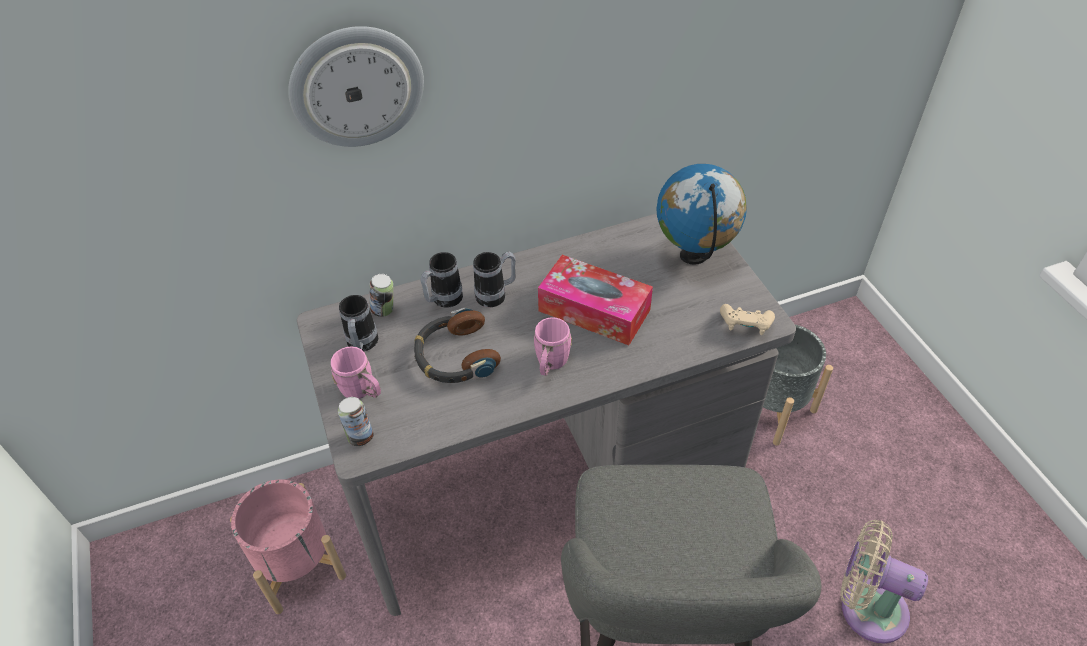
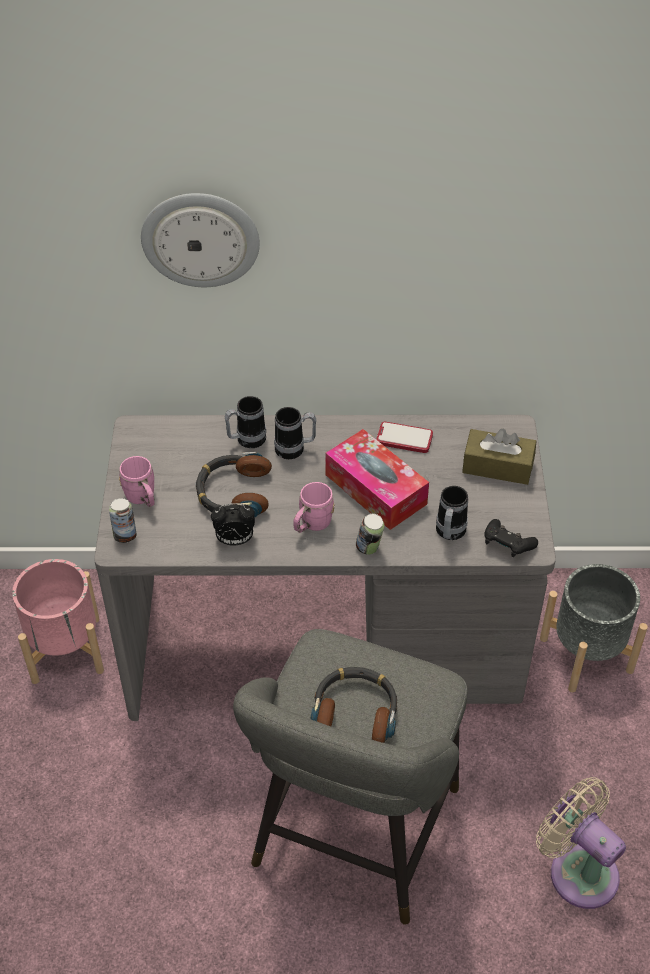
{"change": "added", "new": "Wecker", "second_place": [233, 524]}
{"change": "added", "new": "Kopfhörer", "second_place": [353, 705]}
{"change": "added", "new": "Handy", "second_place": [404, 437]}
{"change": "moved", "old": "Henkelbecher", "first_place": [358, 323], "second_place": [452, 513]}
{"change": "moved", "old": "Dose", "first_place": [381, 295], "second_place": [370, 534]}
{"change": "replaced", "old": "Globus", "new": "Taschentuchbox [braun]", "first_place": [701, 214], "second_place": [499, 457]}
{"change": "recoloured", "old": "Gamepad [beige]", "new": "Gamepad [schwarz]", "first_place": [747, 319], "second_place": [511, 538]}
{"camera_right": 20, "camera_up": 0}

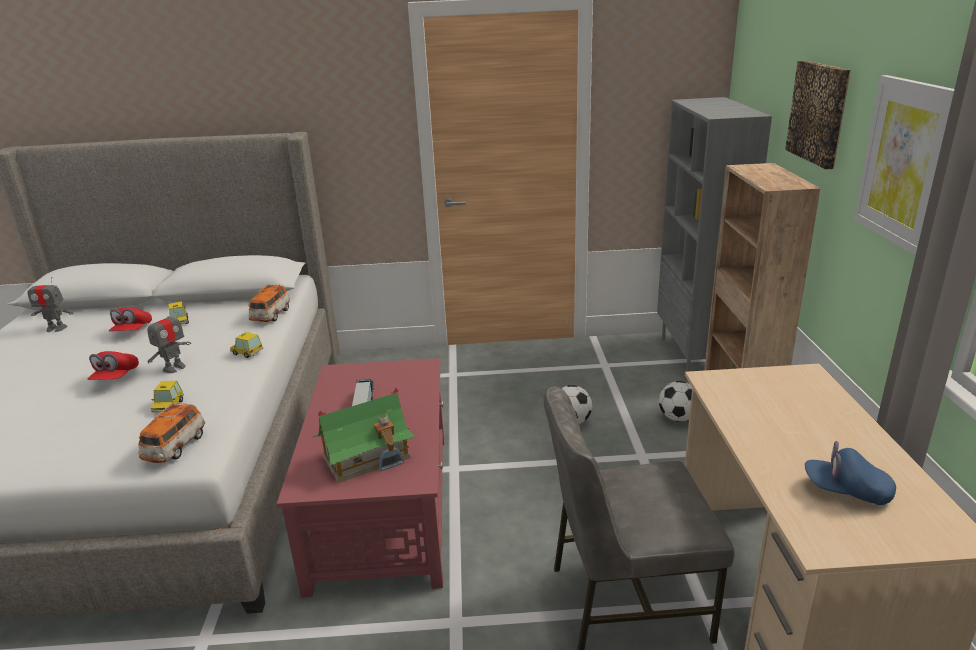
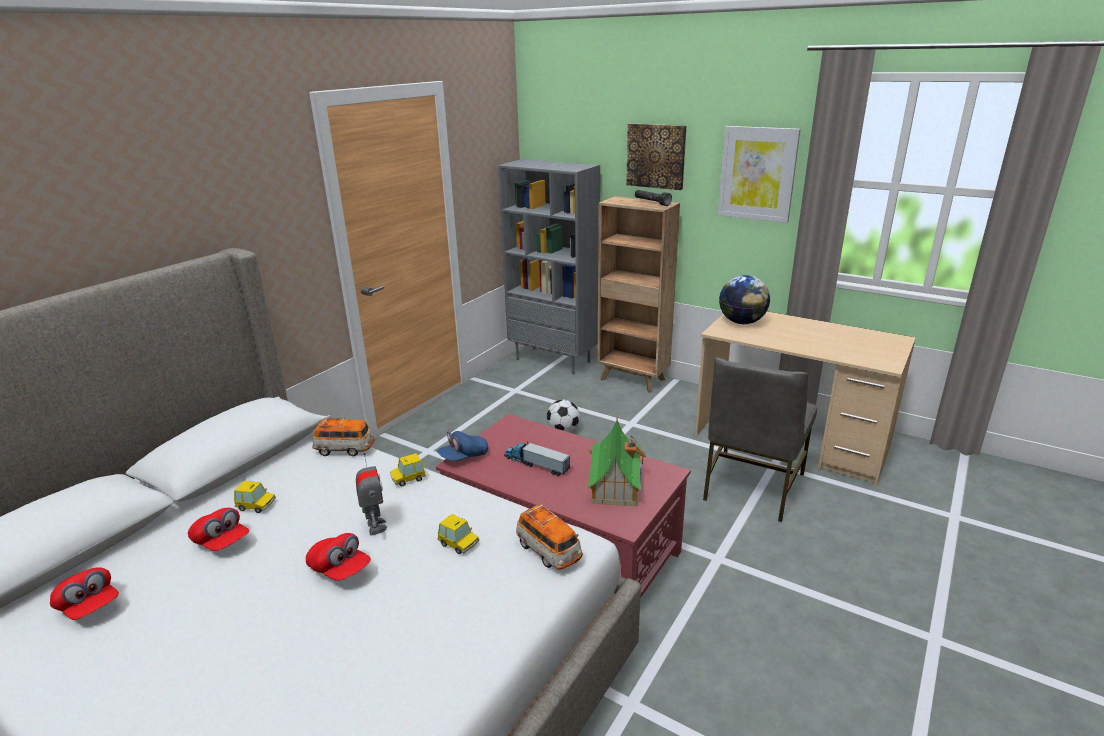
{"change": "removed", "old": "Fußball", "first_place": [675, 401]}
{"change": "added", "new": "Taschenlampe [schwarz]", "second_place": [653, 198]}
{"change": "added", "new": "Globus", "second_place": [744, 299]}
{"change": "moved", "old": "Kappe [blau]", "first_place": [850, 473], "second_place": [462, 446]}
{"change": "replaced", "old": "Spielzeugroboter", "new": "Kappe [rot]", "first_place": [48, 304], "second_place": [84, 593]}
{"change": "turned", "old": "Spielzeugauto", "first_place": [269, 303], "second_place": [343, 437], "degrees": -45}
{"camera_right": -55, "camera_up": 0}

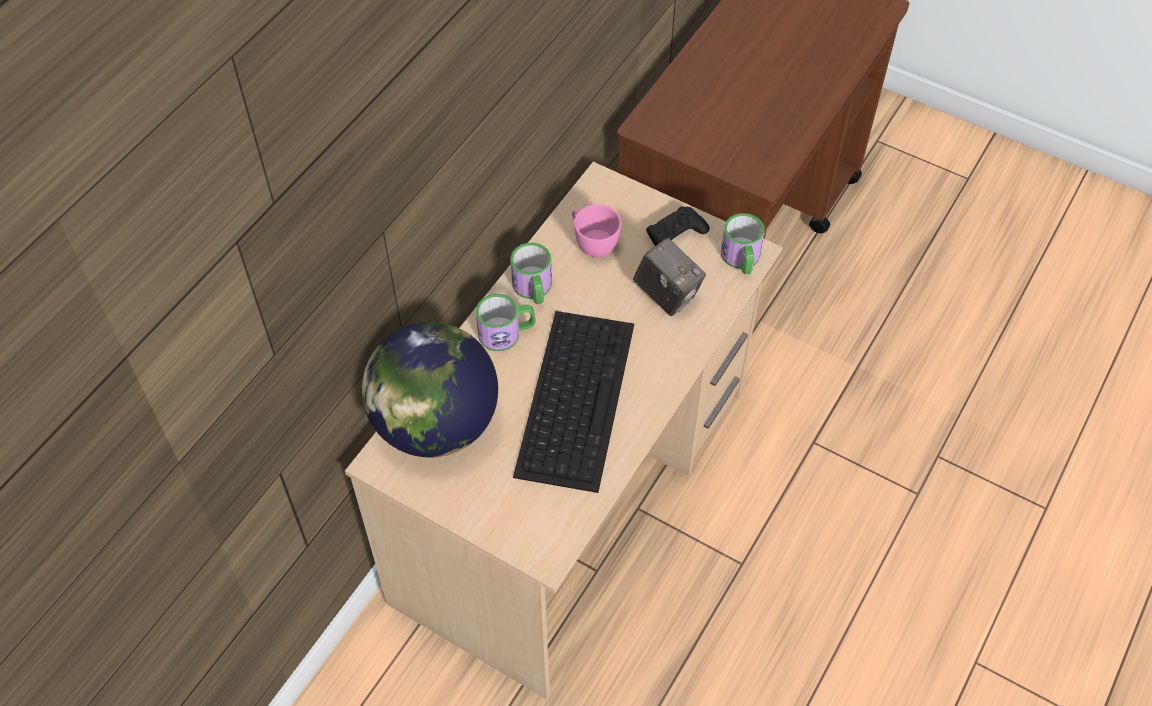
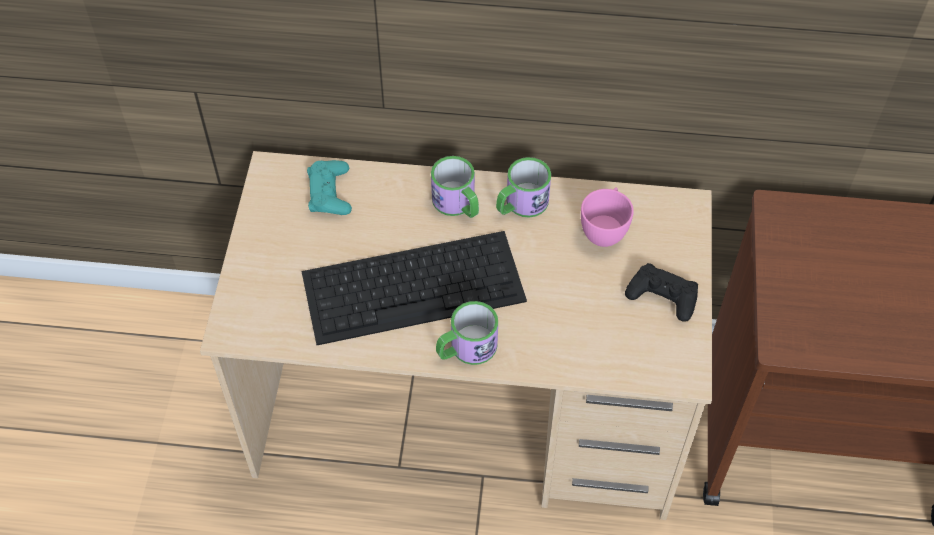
{"change": "removed", "old": "Kamera", "first_place": [669, 277]}
{"change": "moved", "old": "Henkelbecher", "first_place": [743, 243], "second_place": [467, 333]}
{"change": "replaced", "old": "Globus", "new": "Gamepad [türkis]", "first_place": [430, 389], "second_place": [329, 187]}
{"camera_right": 65, "camera_up": 0}

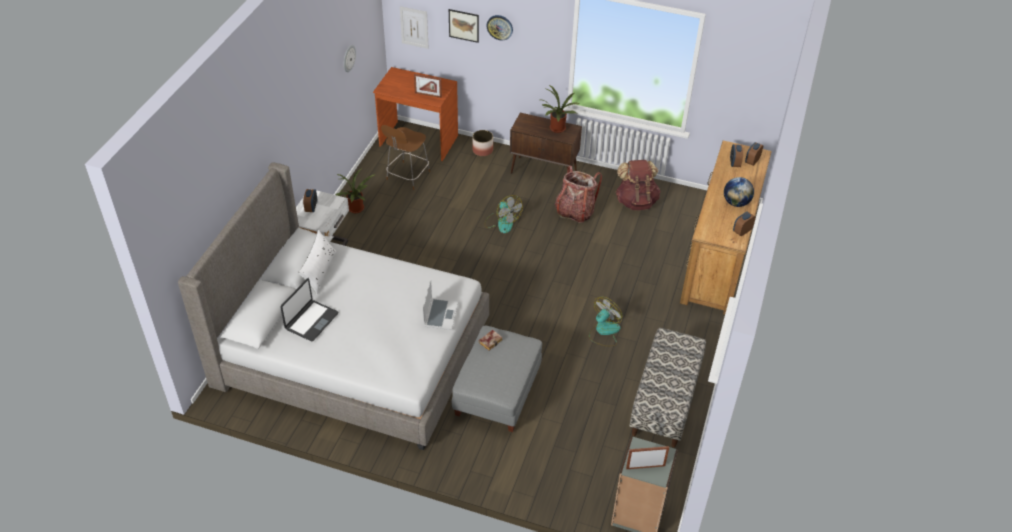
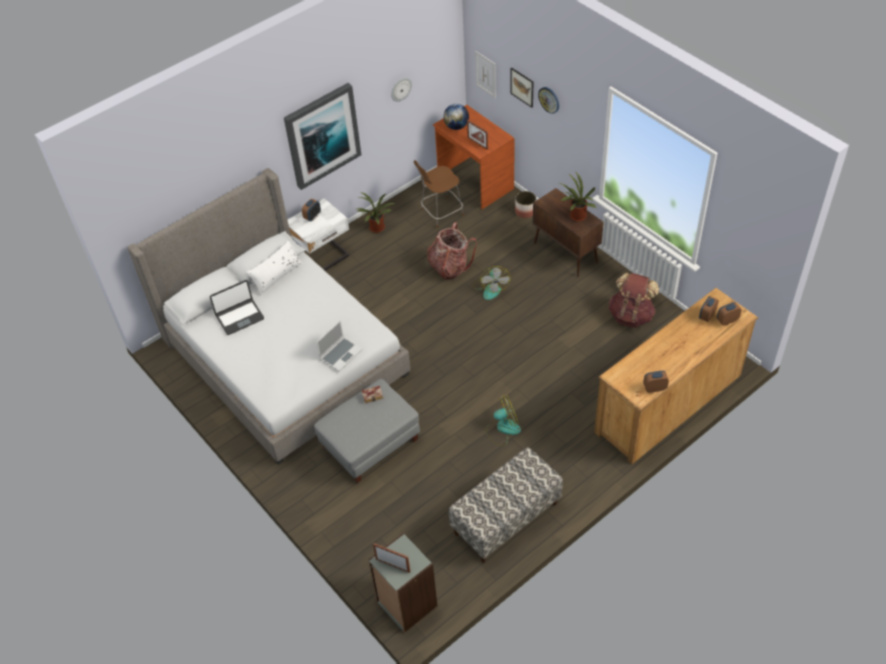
{"change": "added", "new": "Bild", "second_place": [322, 136]}
{"change": "moved", "old": "Rucksack", "first_place": [578, 194], "second_place": [452, 251]}
{"change": "moved", "old": "Globus", "first_place": [739, 192], "second_place": [456, 117]}
{"camera_right": 35, "camera_up": 5}

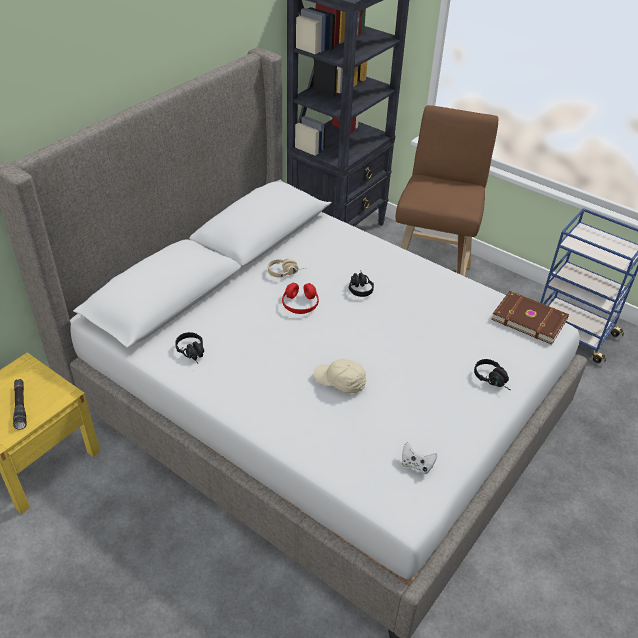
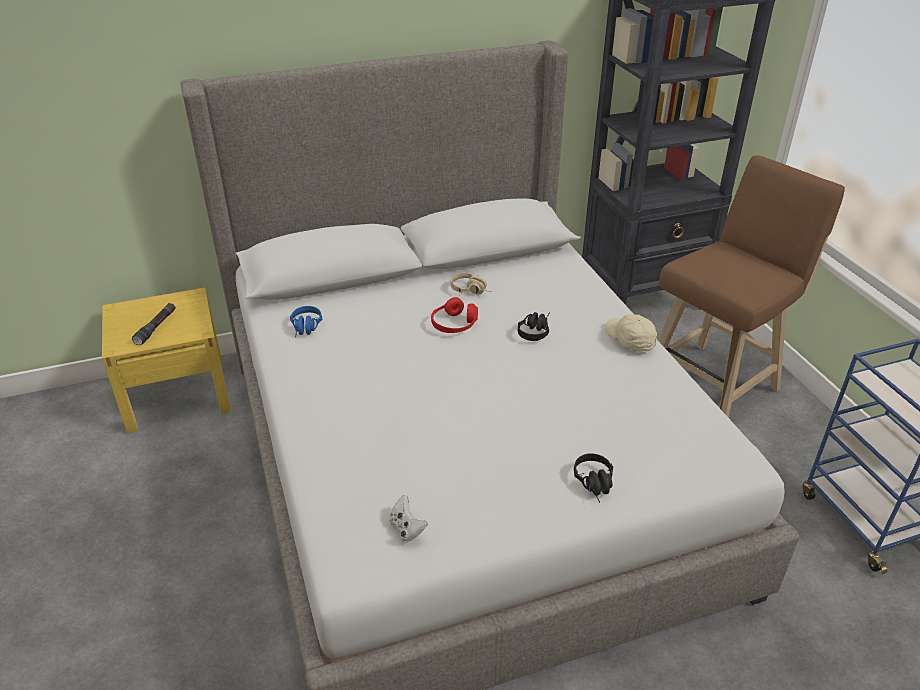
{"change": "removed", "old": "Buch [braun]", "first_place": [530, 318]}
{"change": "moved", "old": "Kappe [beige]", "first_place": [340, 375], "second_place": [631, 333]}
{"change": "recoloured", "old": "Kopfhörer [schwarz]", "new": "Kopfhörer [blau]", "first_place": [189, 347], "second_place": [306, 322]}
{"camera_right": 35, "camera_up": -5}

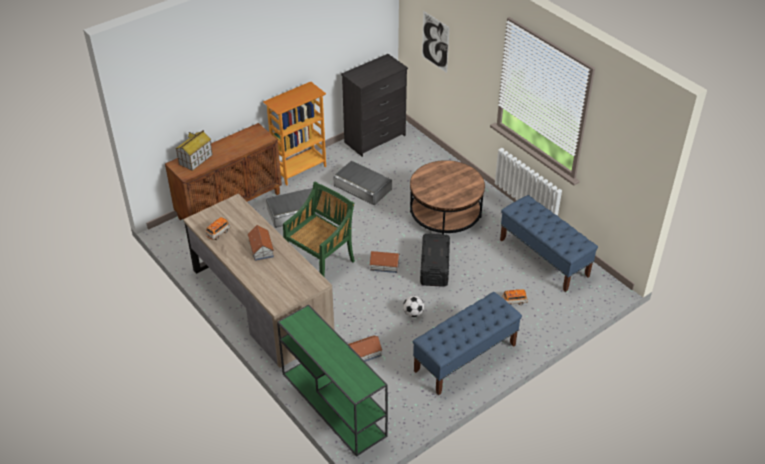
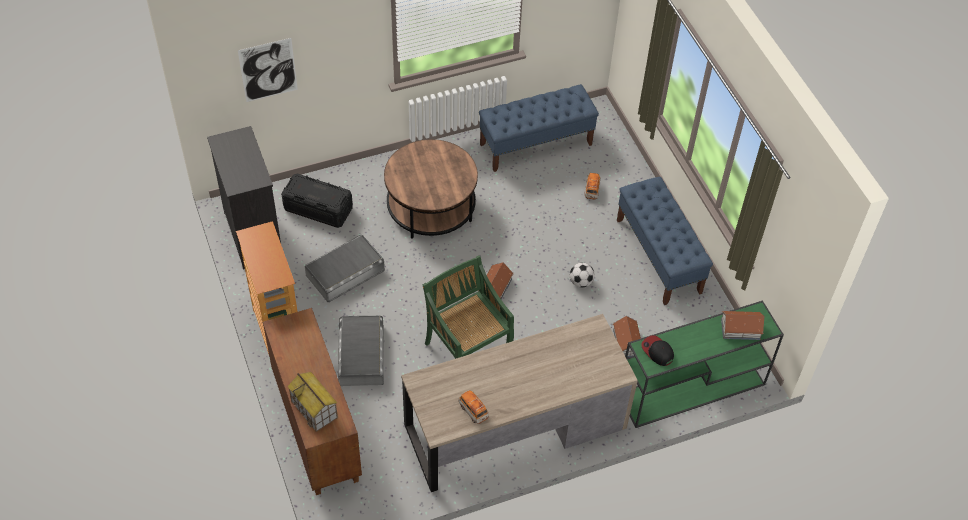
{"change": "added", "new": "Kappe", "second_place": [657, 350]}
{"change": "moved", "old": "Spielzeughaus", "first_place": [261, 243], "second_place": [742, 325]}
{"change": "moved", "old": "Aufbewahrungsbox [schwarz]", "first_place": [435, 260], "second_place": [317, 201]}
{"camera_right": -75, "camera_up": 10}

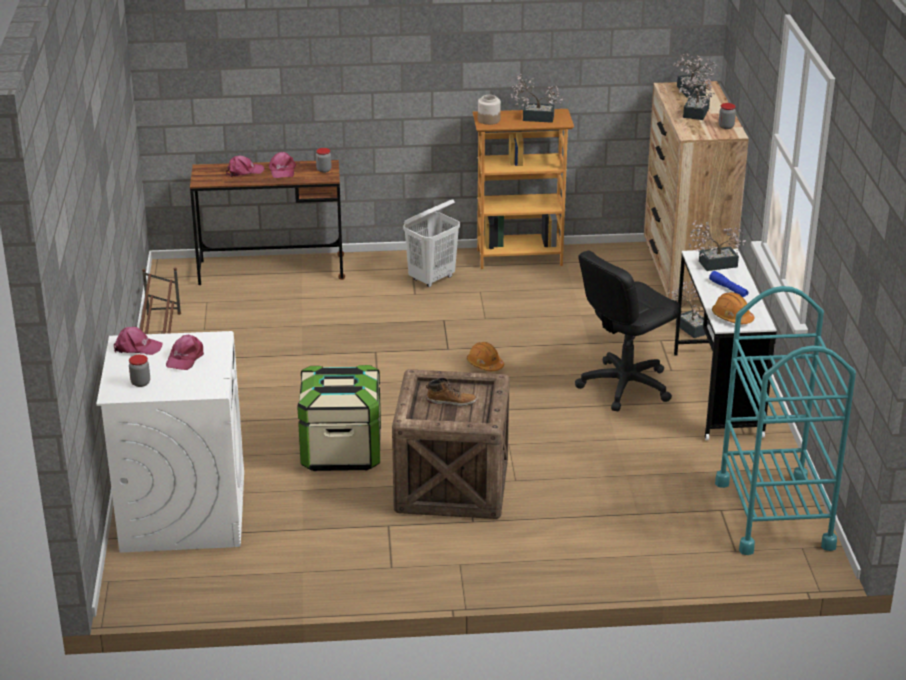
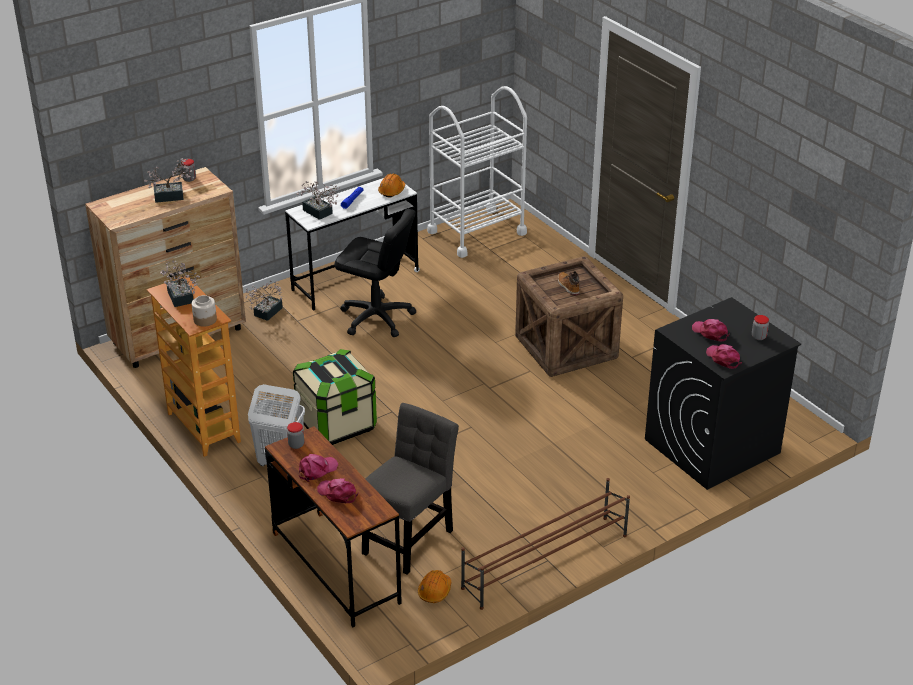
{"change": "removed", "old": "Topfpflanze", "first_place": [695, 75]}
{"change": "added", "new": "Stuhl [grau]", "second_place": [410, 489]}
{"change": "moved", "old": "Aufbewahrungsbox", "first_place": [339, 418], "second_place": [335, 397]}
{"change": "moved", "old": "Schutzhelm [orange]", "first_place": [485, 356], "second_place": [434, 586]}
{"change": "recoloured", "old": "Waschmaschine [weiß]", "new": "Waschmaschine [schwarz]", "first_place": [170, 442], "second_place": [723, 393]}
{"change": "recoloured", "old": "Rollwagen [türkis]", "new": "Rollwagen [weiß]", "first_place": [785, 420], "second_place": [477, 172]}
{"change": "turned", "old": "Kappe [rosa]", "first_place": [185, 352], "second_place": [711, 330], "degrees": -120}
{"camera_right": -120, "camera_up": 5}

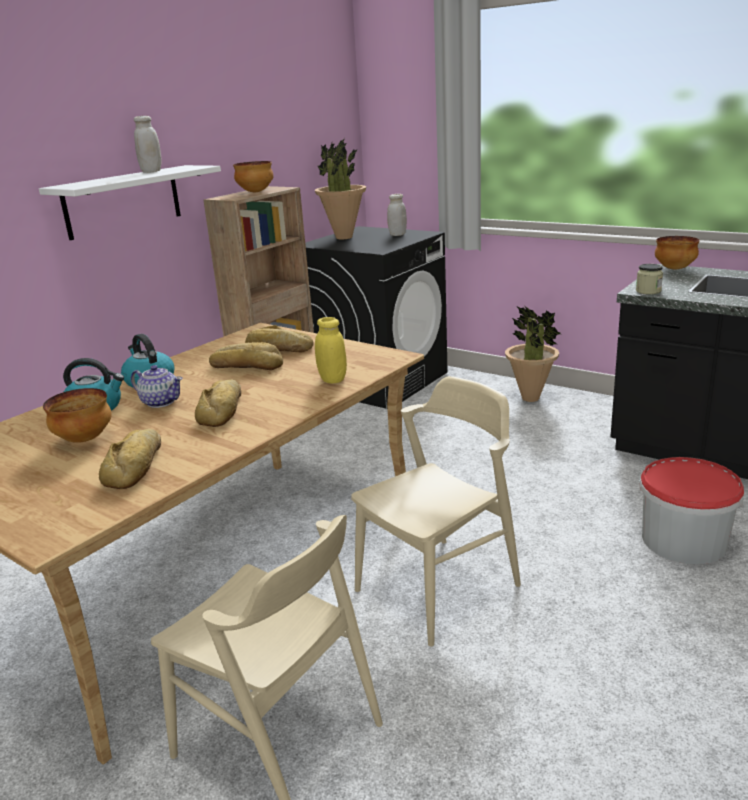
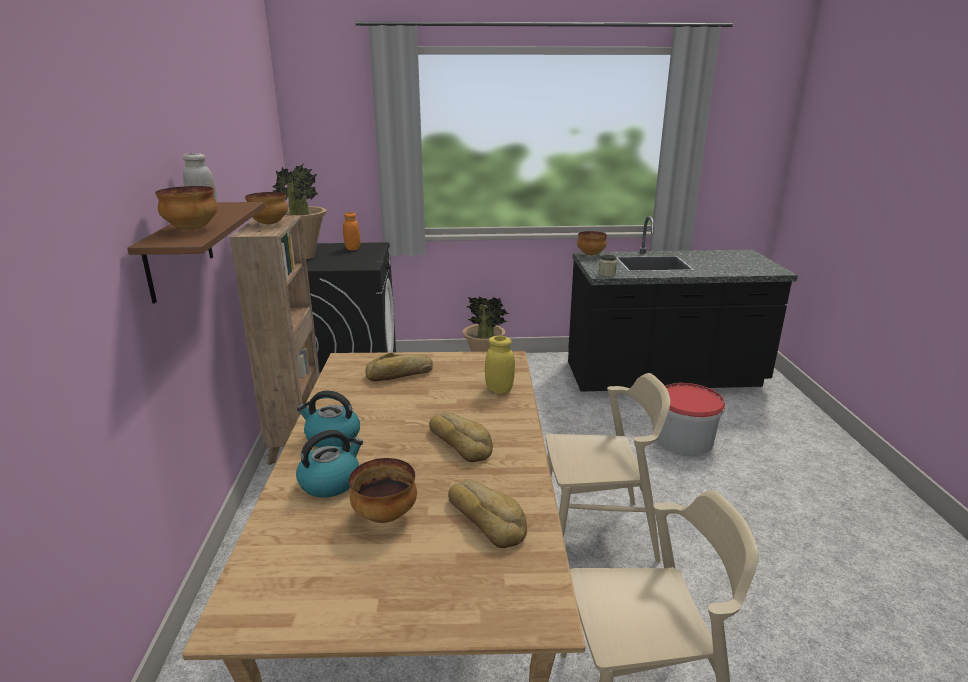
{"change": "removed", "old": "Teekanne", "first_place": [157, 386]}
{"change": "removed", "old": "Brot", "first_place": [246, 356]}
{"change": "added", "new": "Schüssel", "second_place": [186, 208]}
{"change": "recoloured", "old": "Wandregal [weiß]", "new": "Wandregal [braun]", "first_place": [130, 202], "second_place": [196, 253]}
{"change": "recoloured", "old": "Vorratsglas [weiß]", "new": "Vorratsglas [orange]", "first_place": [397, 215], "second_place": [351, 231]}
{"change": "turned", "old": "Stuhl [beige]", "first_place": [436, 511], "second_place": [607, 467], "degrees": 75}
{"camera_right": -40, "camera_up": 0}

